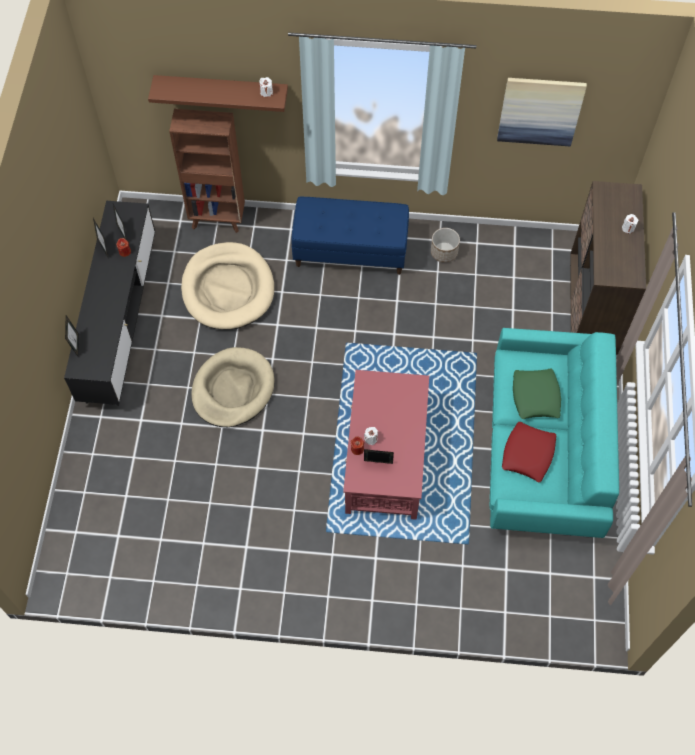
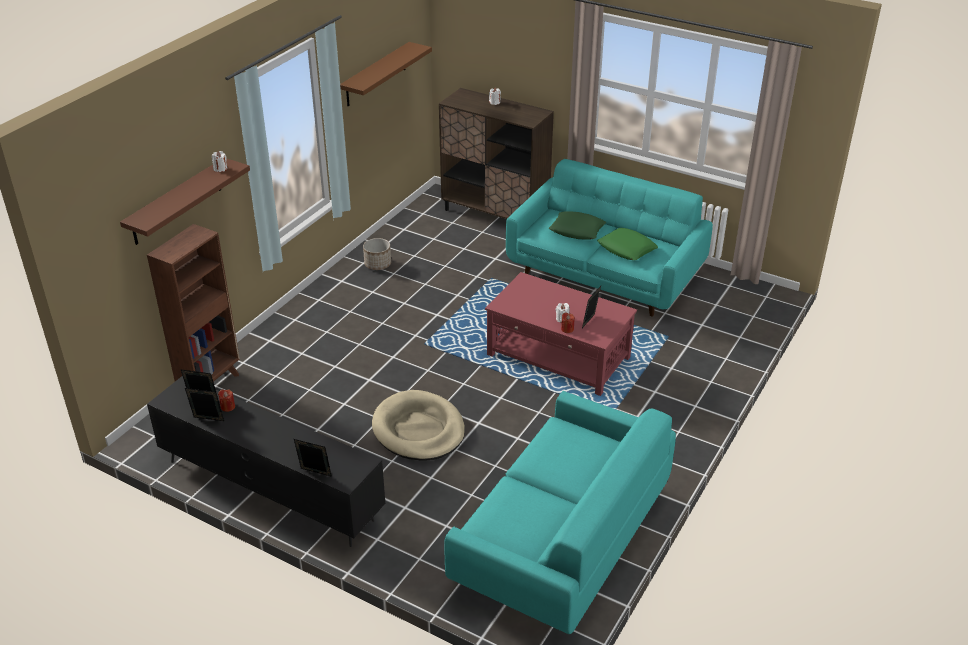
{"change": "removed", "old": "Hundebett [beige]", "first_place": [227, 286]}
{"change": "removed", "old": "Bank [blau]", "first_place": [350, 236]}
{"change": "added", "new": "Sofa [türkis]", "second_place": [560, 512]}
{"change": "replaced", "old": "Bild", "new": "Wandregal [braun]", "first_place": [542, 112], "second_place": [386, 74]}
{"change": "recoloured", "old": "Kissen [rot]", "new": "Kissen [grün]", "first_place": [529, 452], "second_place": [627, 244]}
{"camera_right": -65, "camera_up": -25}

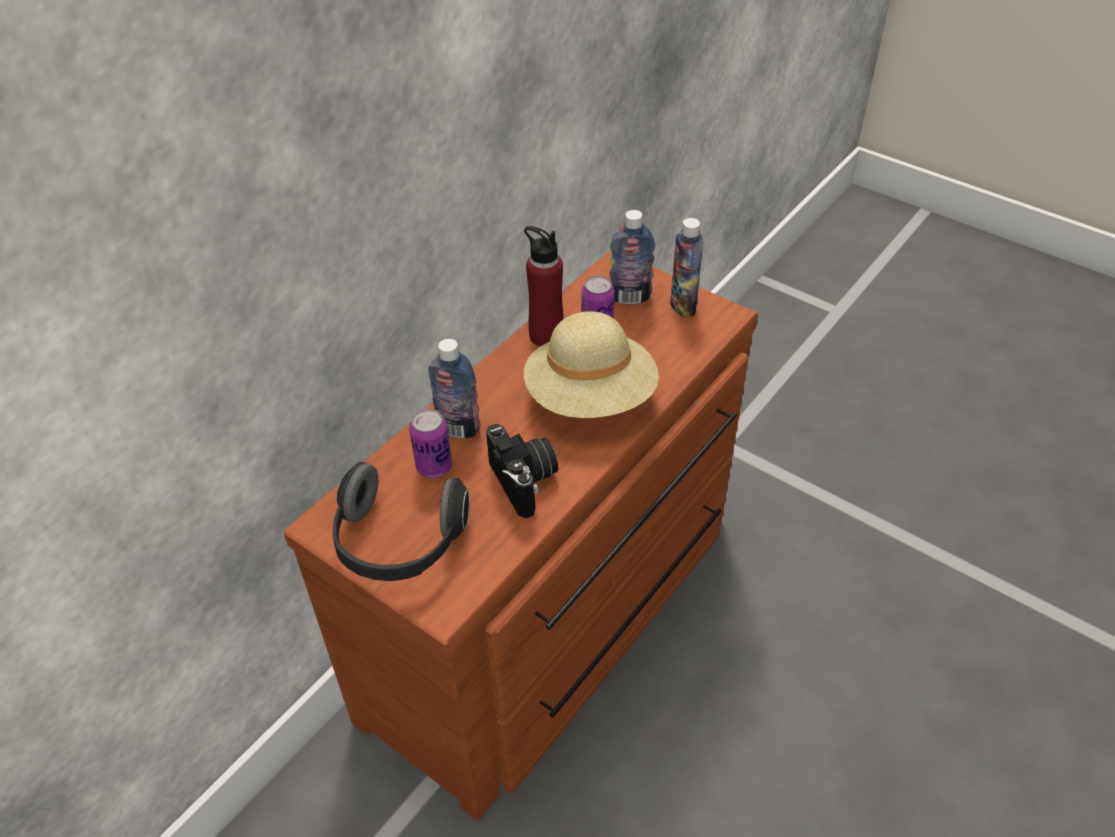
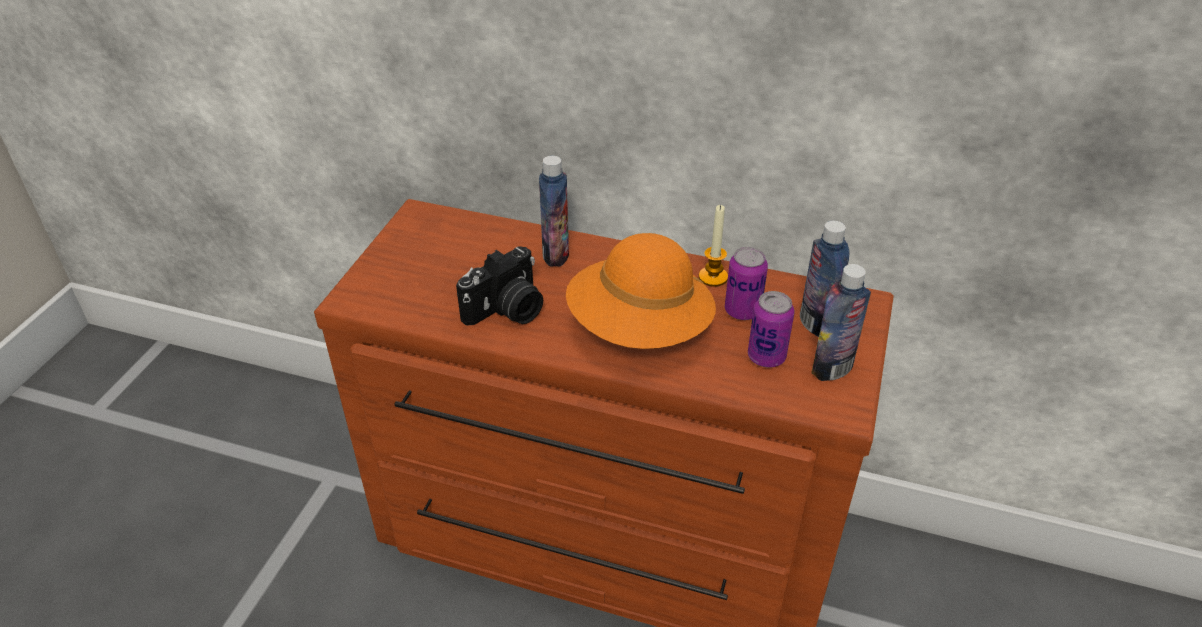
{"change": "removed", "old": "Kopfhörer", "first_place": [401, 521]}
{"change": "moved", "old": "Dose", "first_place": [430, 443], "second_place": [771, 329]}
{"change": "replaced", "old": "Flasche [rot]", "new": "Kerze", "first_place": [544, 286], "second_place": [713, 246]}
{"change": "recoloured", "old": "Hut [beige]", "new": "Hut [orange]", "first_place": [591, 364], "second_place": [641, 291]}
{"camera_right": 70, "camera_up": -5}

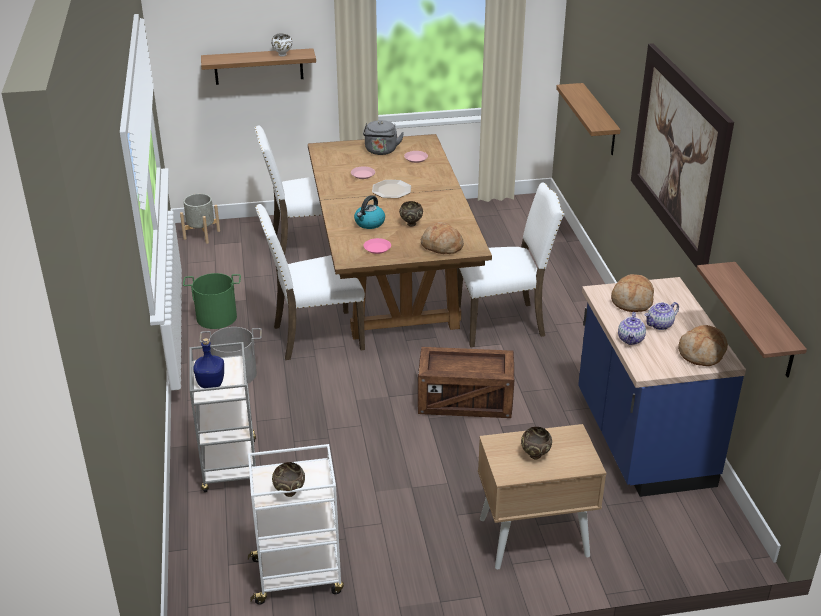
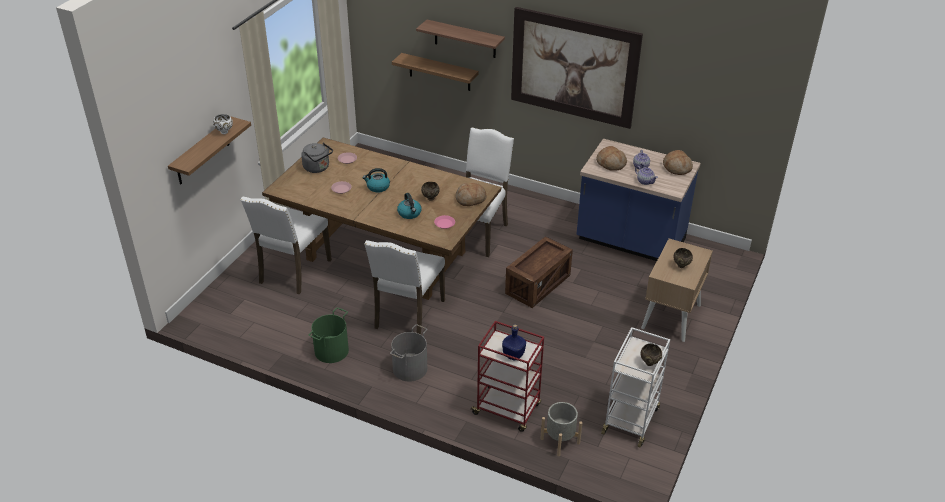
{"change": "moved", "old": "Pflanzkübel [grau]", "first_place": [200, 218], "second_place": [561, 429]}
{"change": "moved", "old": "Wandregal", "first_place": [752, 320], "second_place": [460, 38]}
{"change": "replaced", "old": "Teller", "new": "Wasserkessel", "first_place": [391, 189], "second_place": [376, 180]}
{"change": "recoloured", "old": "Rollwagen [grau]", "new": "Rollwagen [rot]", "first_place": [222, 417], "second_place": [507, 376]}
{"camera_right": -55, "camera_up": 5}

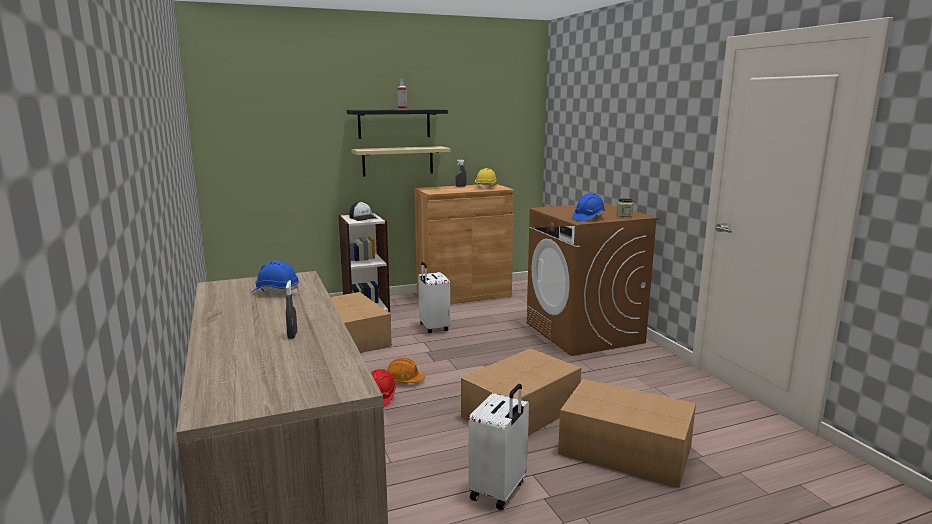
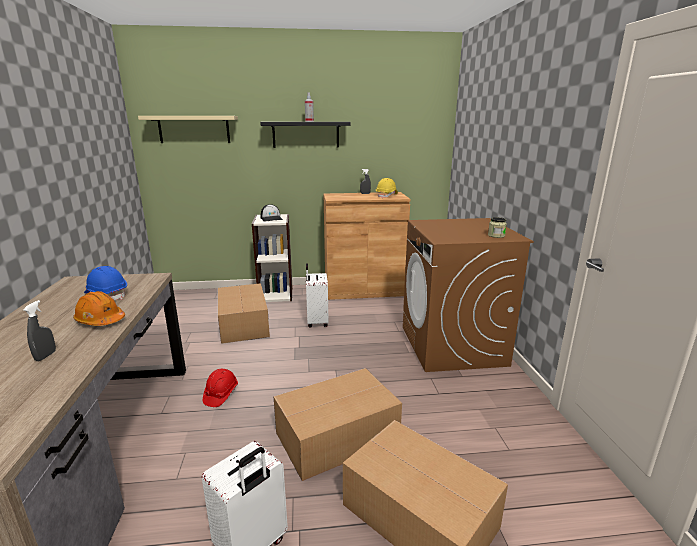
{"change": "removed", "old": "Schutzhelm [blau]", "first_place": [589, 207]}
{"change": "moved", "old": "Wandregal [beige]", "first_place": [400, 161], "second_place": [188, 129]}
{"change": "moved", "old": "Schutzhelm [orange]", "first_place": [406, 370], "second_place": [99, 308]}
{"camera_right": 15, "camera_up": 5}

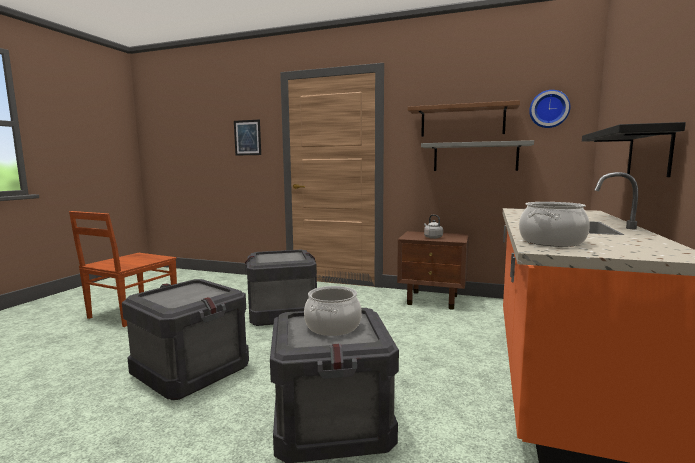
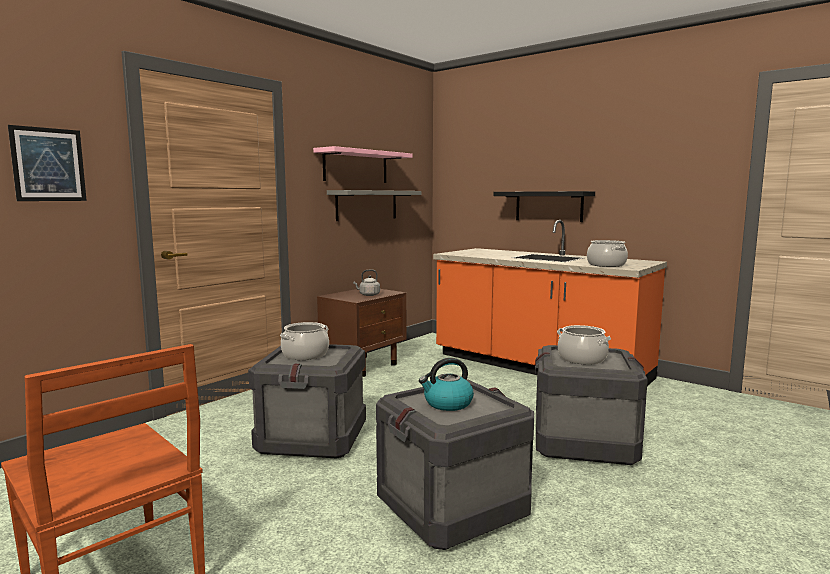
{"change": "removed", "old": "Wanduhr", "first_place": [549, 109]}
{"change": "added", "new": "Kochtopf", "second_place": [304, 341]}
{"change": "added", "new": "Wasserkessel", "second_place": [446, 384]}
{"change": "recoloured", "old": "Wandregal [braun]", "new": "Wandregal [rosa]", "first_place": [464, 118], "second_place": [363, 164]}
{"camera_right": -70, "camera_up": 0}

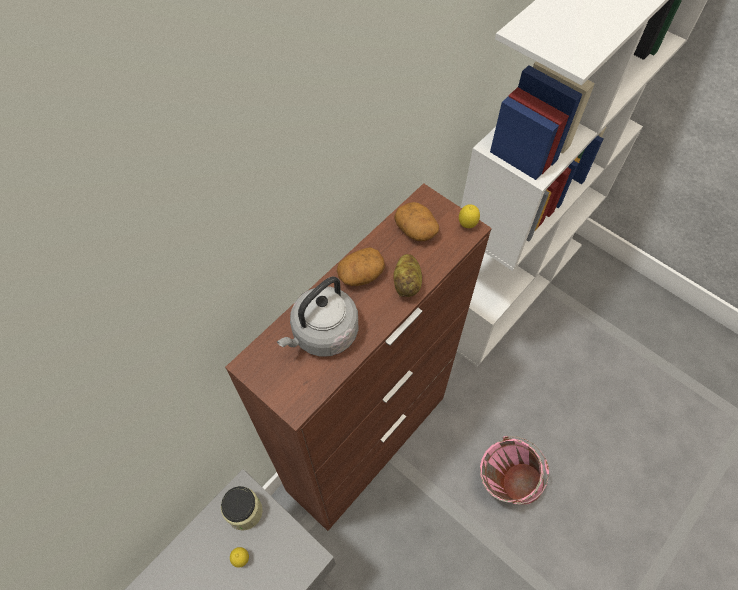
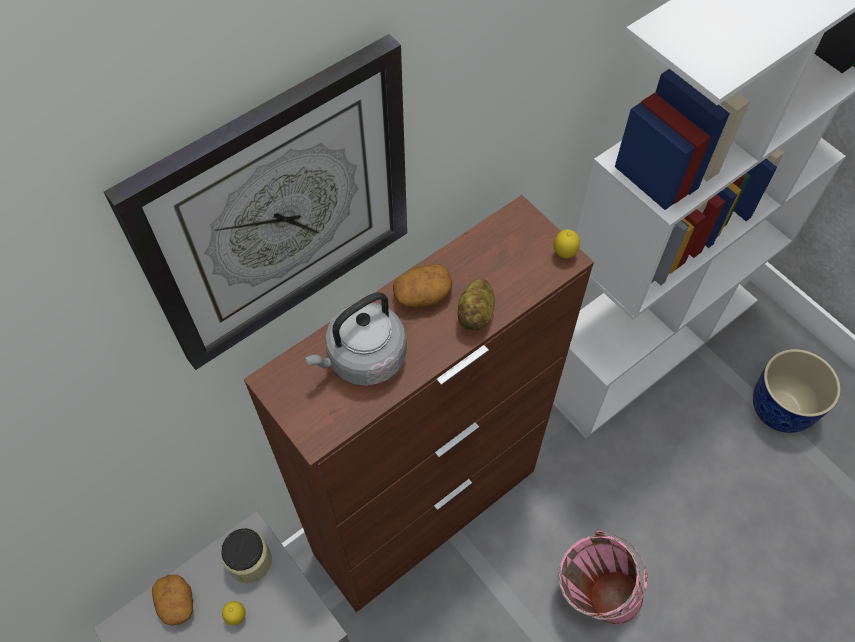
{"change": "added", "new": "Wanduhr", "second_place": [255, 202]}
{"change": "added", "new": "Pflanzkübel", "second_place": [797, 391]}
{"change": "moved", "old": "Kartoffel", "first_place": [416, 221], "second_place": [172, 600]}
{"camera_right": 10, "camera_up": 0}

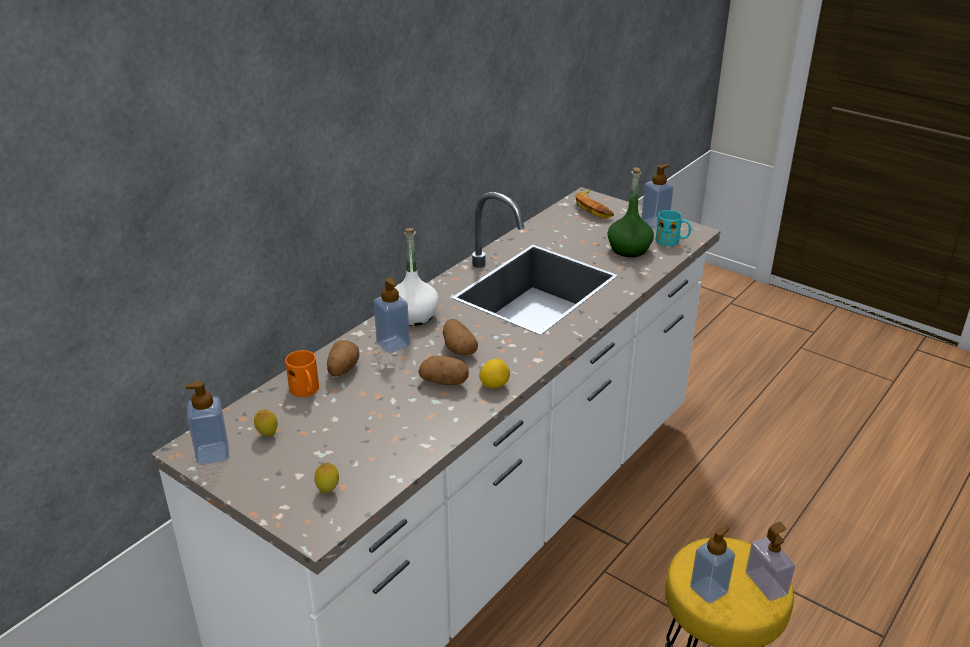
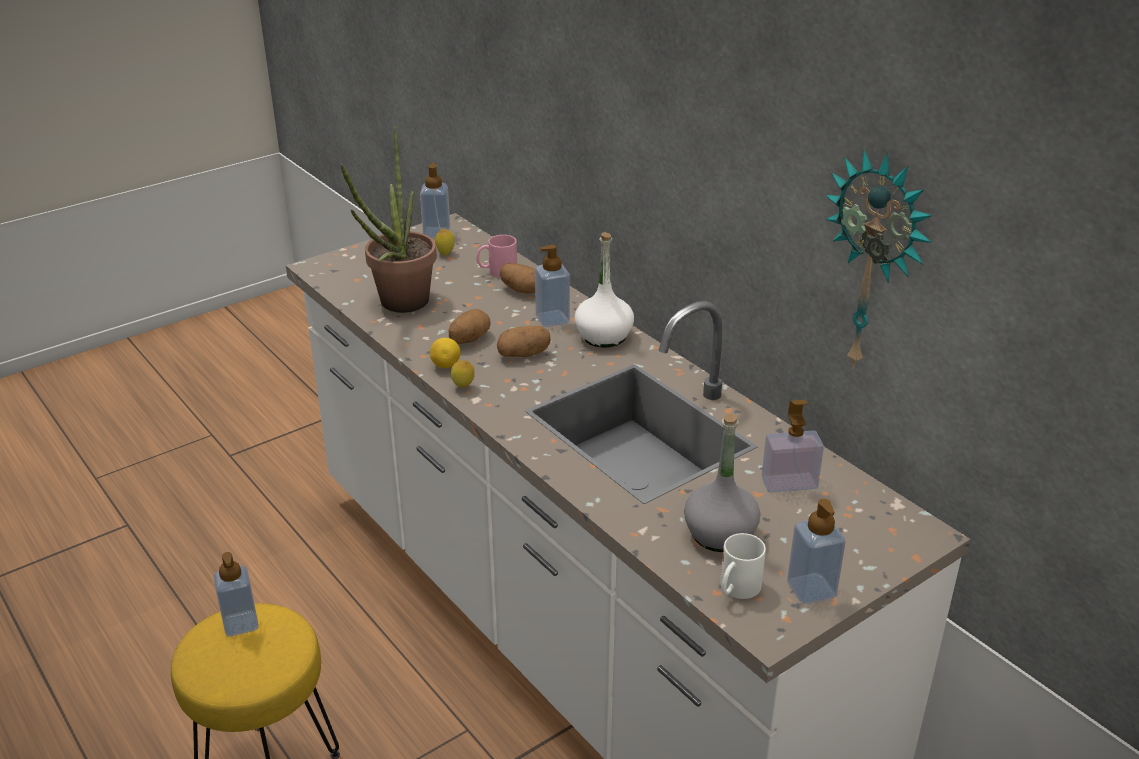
{"change": "removed", "old": "Banane", "first_place": [595, 203]}
{"change": "added", "new": "Topfpflanze", "second_place": [388, 218]}
{"change": "added", "new": "Wanduhr", "second_place": [878, 259]}
{"change": "moved", "old": "Zitrone", "first_place": [326, 477], "second_place": [463, 374]}
{"change": "moved", "old": "Seifenspender", "first_place": [770, 561], "second_place": [793, 446]}
{"change": "recoloured", "old": "Henkelbecher [orange]", "new": "Henkelbecher [rosa]", "first_place": [302, 373], "second_place": [496, 256]}
{"change": "recoloured", "old": "Flasche [grün]", "new": "Flasche [grau]", "first_place": [630, 212], "second_place": [722, 482]}
{"change": "recoloured", "old": "Henkelbecher [türkis]", "new": "Henkelbecher [weiß]", "first_place": [673, 228], "second_place": [743, 566]}
{"camera_right": 105, "camera_up": 0}

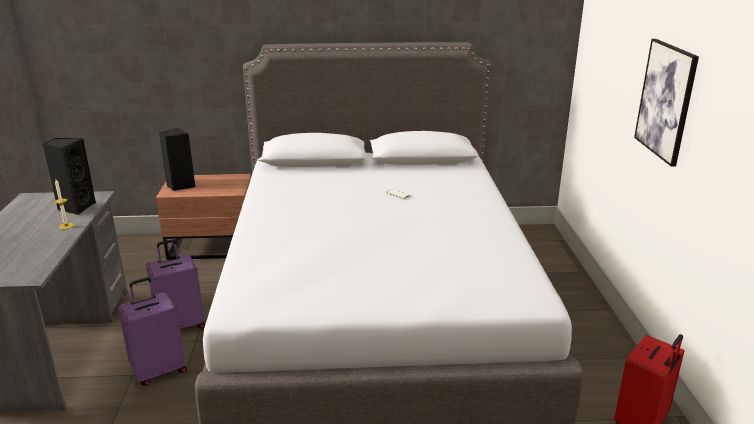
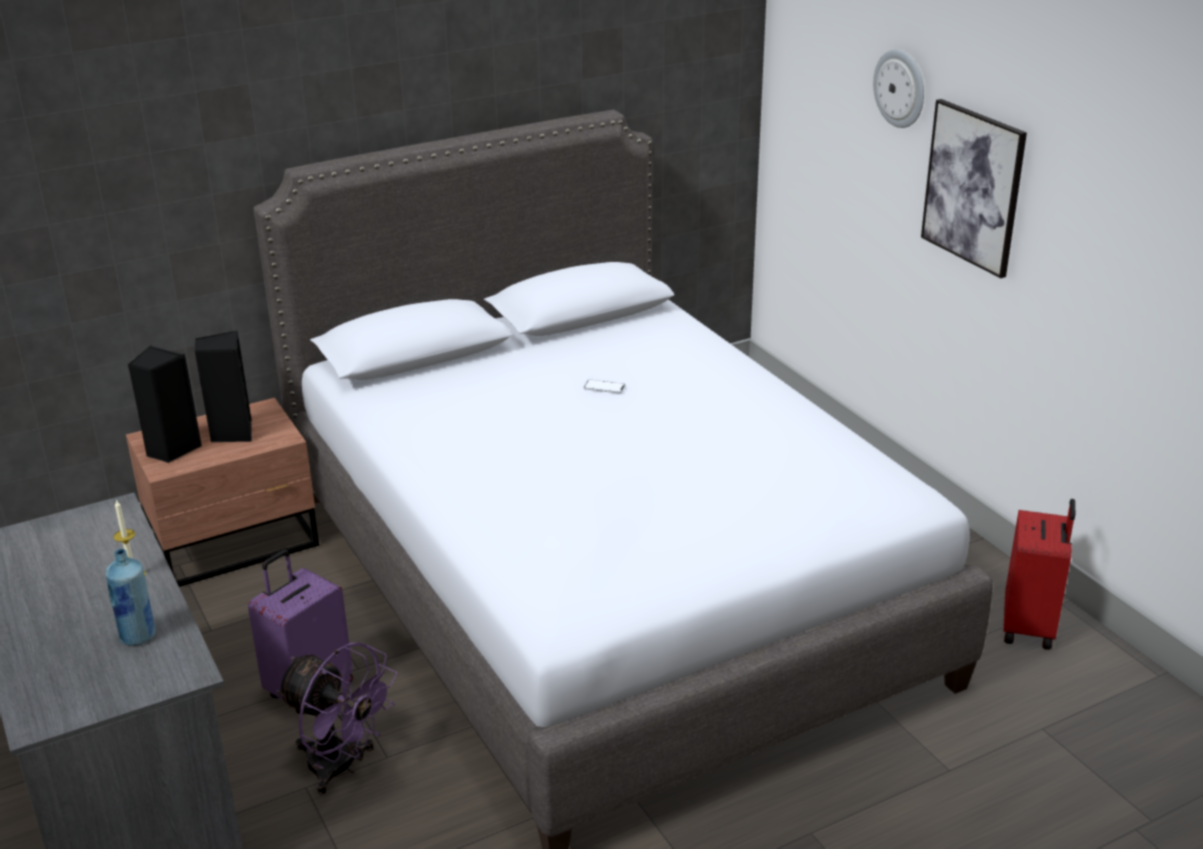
{"change": "added", "new": "Flasche [blau]", "second_place": [131, 597]}
{"change": "added", "new": "Wanduhr", "second_place": [898, 88]}
{"change": "moved", "old": "Lautsprecher [schwarz]", "first_place": [69, 176], "second_place": [223, 387]}
{"change": "replaced", "old": "Koffer [lila]", "new": "Ventilator [lila]", "first_place": [152, 331], "second_place": [337, 718]}
{"camera_right": -25, "camera_up": 5}

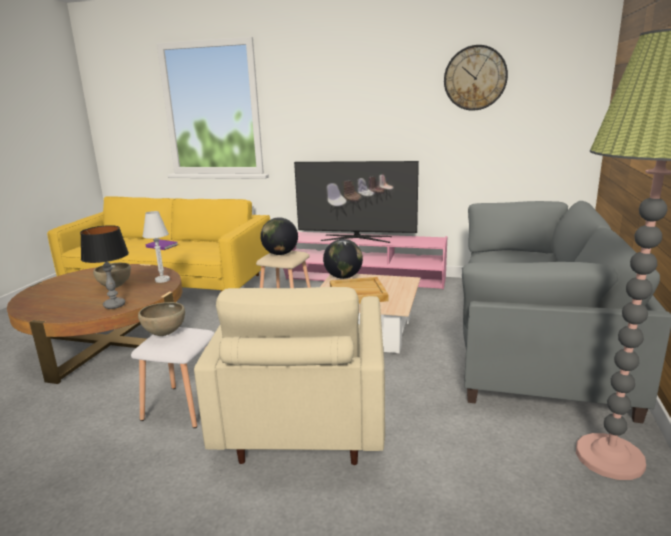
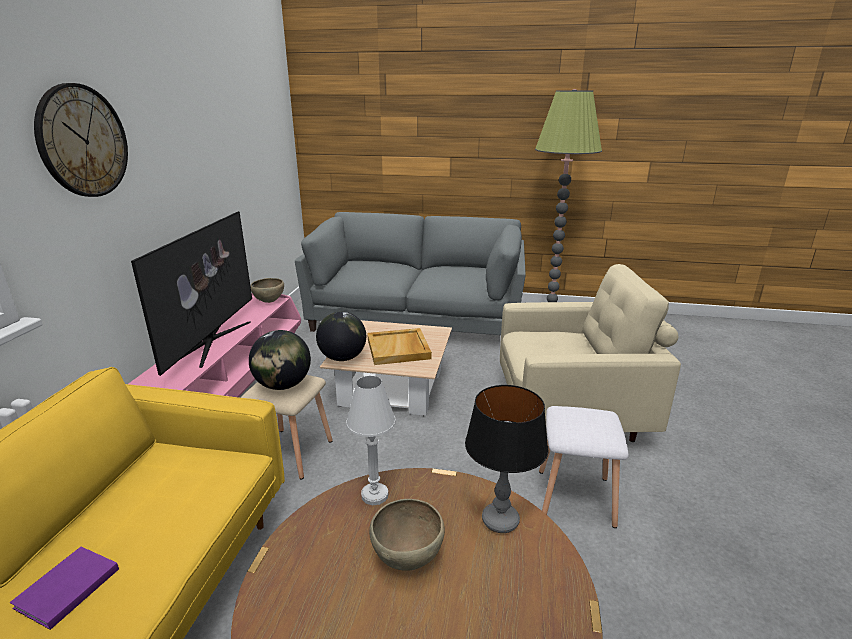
{"change": "moved", "old": "Schüssel [braun]", "first_place": [161, 319], "second_place": [267, 290]}
{"change": "moved", "old": "Wanduhr", "first_place": [476, 78], "second_place": [81, 140]}
{"camera_right": -95, "camera_up": 5}

